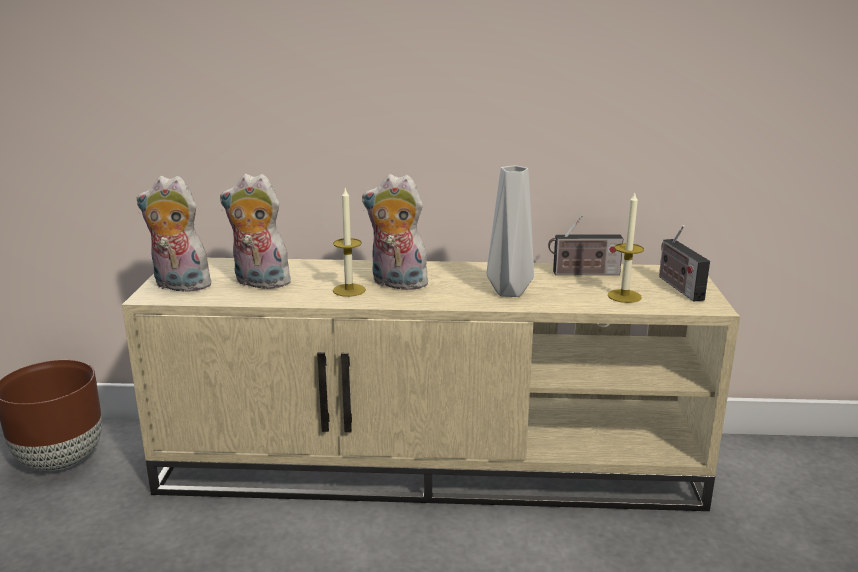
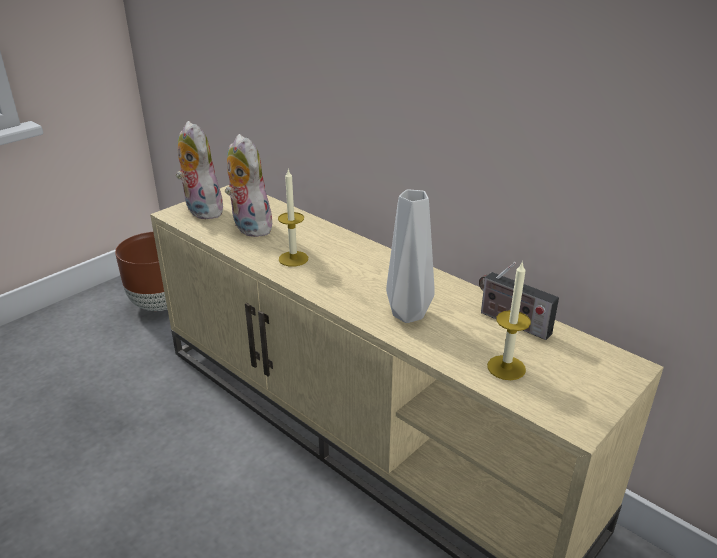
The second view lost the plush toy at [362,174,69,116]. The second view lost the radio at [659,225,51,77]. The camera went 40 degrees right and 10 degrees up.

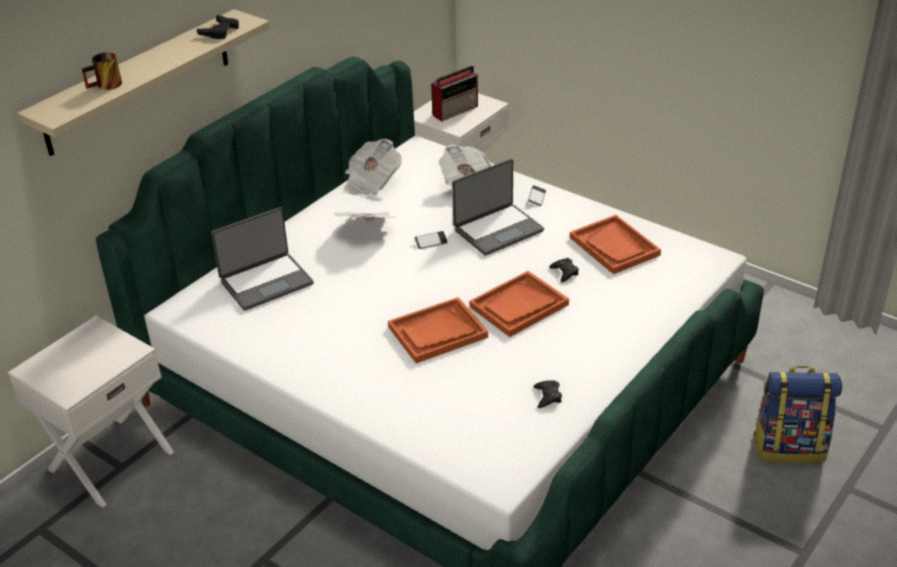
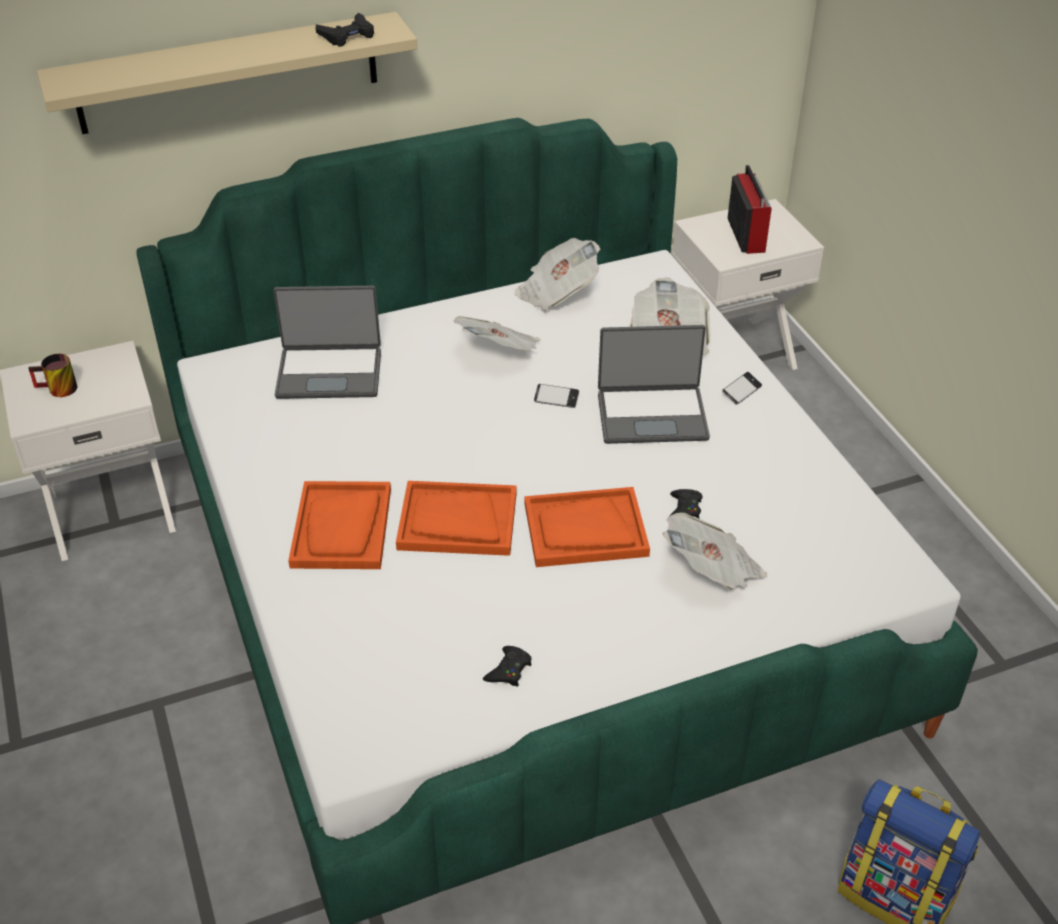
The mug ended up elsewhere, having gone from [82,52,40,38] to [28,354,49,43]. The radio at [431,66,47,55] ended up facing another way, 90 degrees counterclockwise from before. The orange tray ended up elsewhere, having gone from [570,215,91,59] to [288,481,103,88]. The second view gained the newspaper at [663,512,104,77]. The camera went 30 degrees right and 5 degrees up.

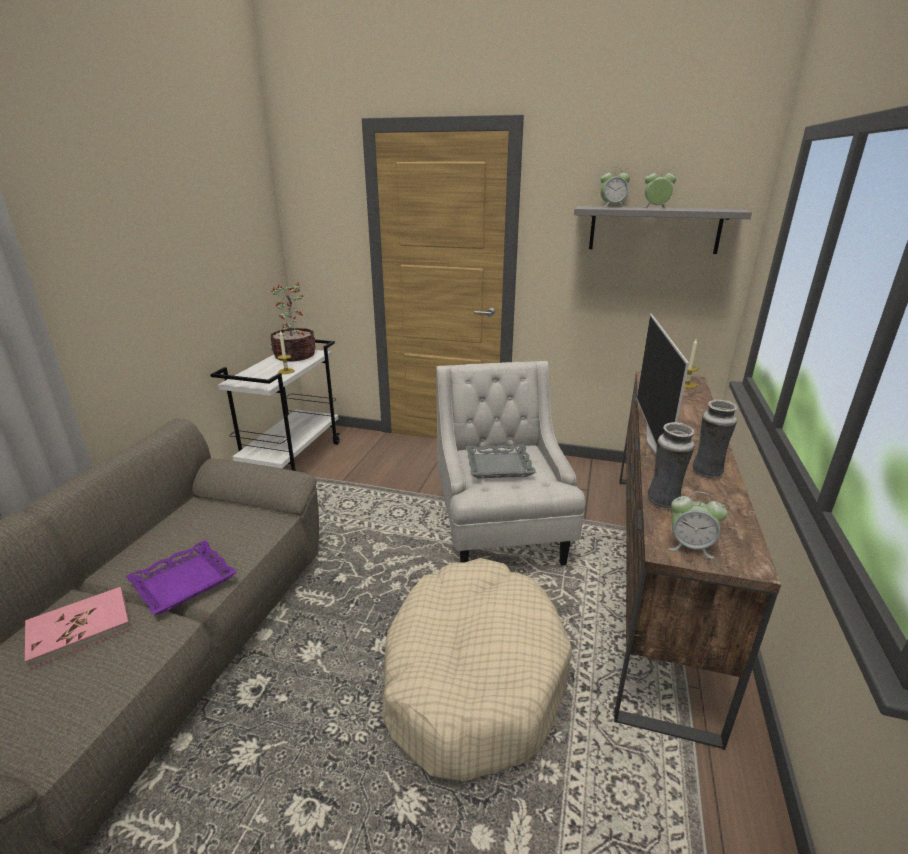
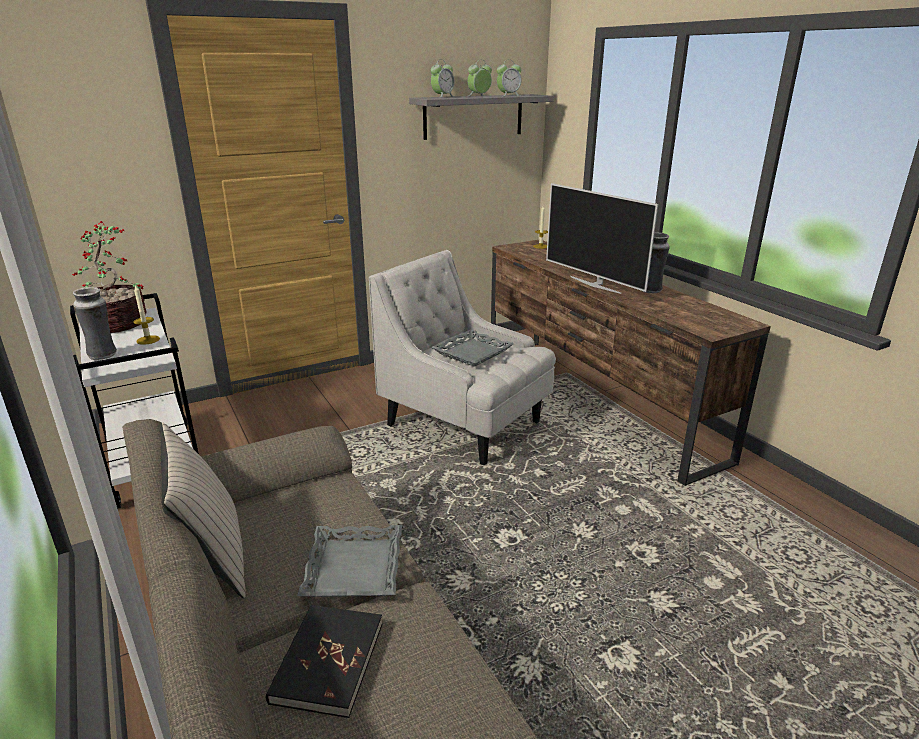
What was the pink book at [25,587,106,82] turned into the black book at [266,605,117,113]. What was the purple tray at [126,540,111,75] turned into the grey tray at [297,525,105,72]. The second view lost the beige dog bed at [382,558,190,224]. The vase ended up elsewhere, having gone from [648,422,47,86] to [73,287,44,73]. The alarm clock ended up elsewhere, having gone from [668,492,60,67] to [497,60,24,36]. The second view gained the beige pillow at [160,422,86,176]. The camera went 45 degrees left and 0 degrees up.

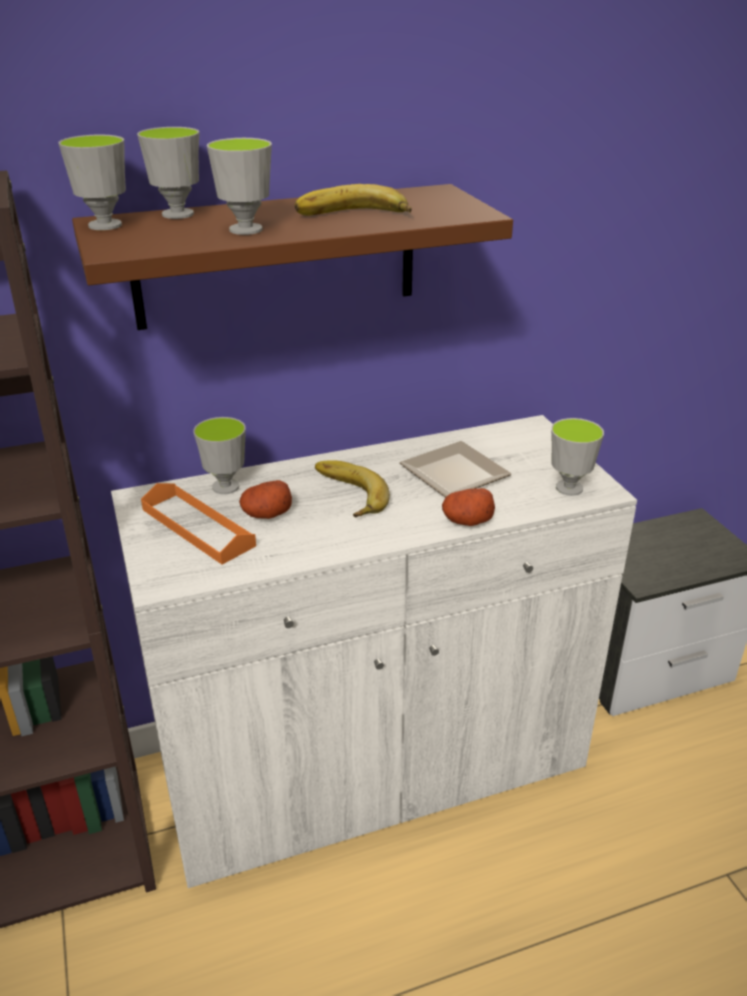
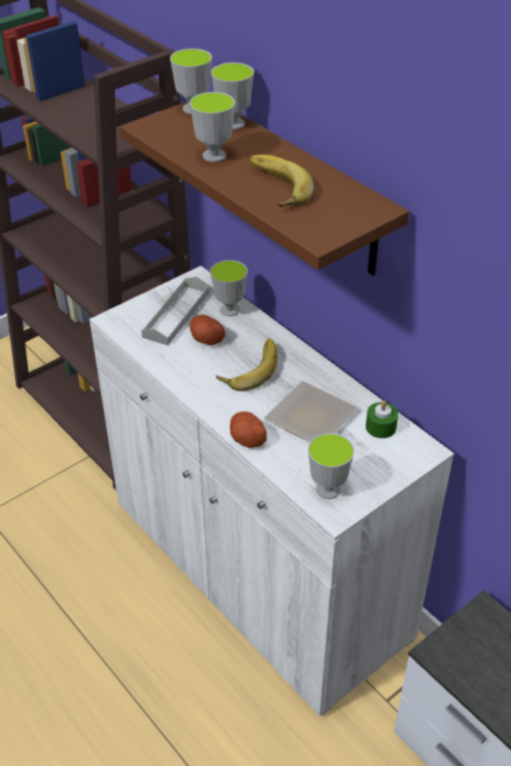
What was the orange tray at [141,483,115,82] turned into the grey tray at [141,277,69,68]. The second view gained the green candle at [366,400,32,38]. The camera went 70 degrees right and 10 degrees up.

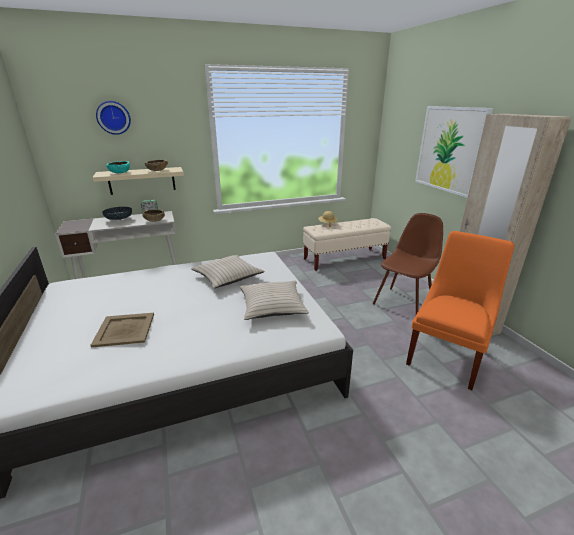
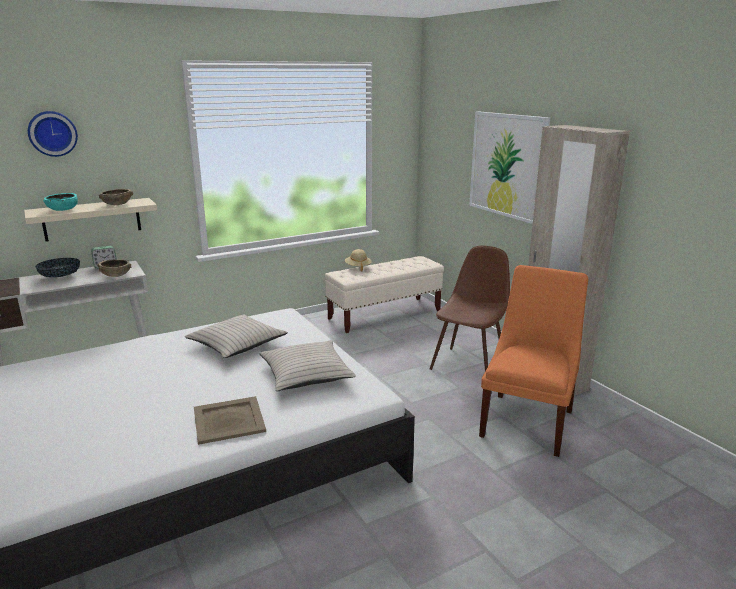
The beige tray ended up elsewhere, having gone from [90,313,64,34] to [194,396,72,49]. The camera went 10 degrees left and 5 degrees down.

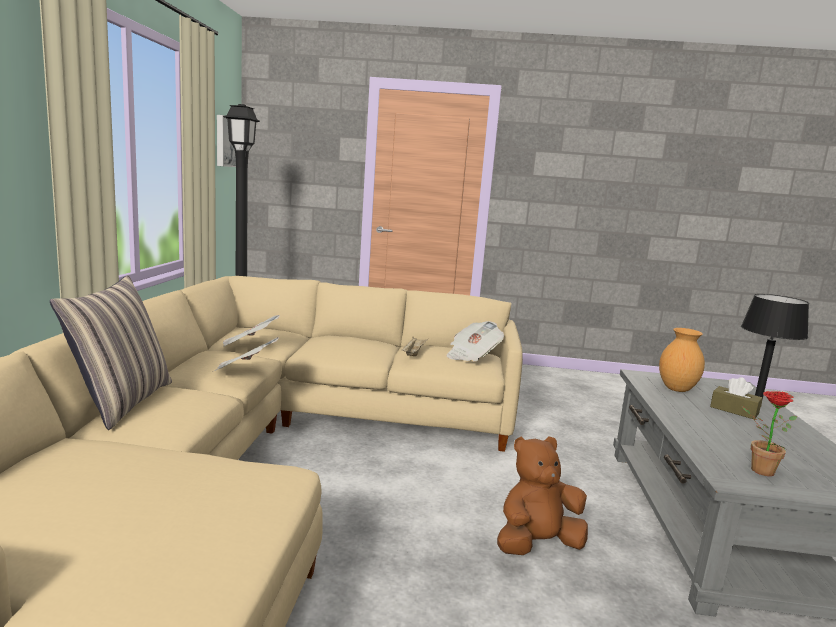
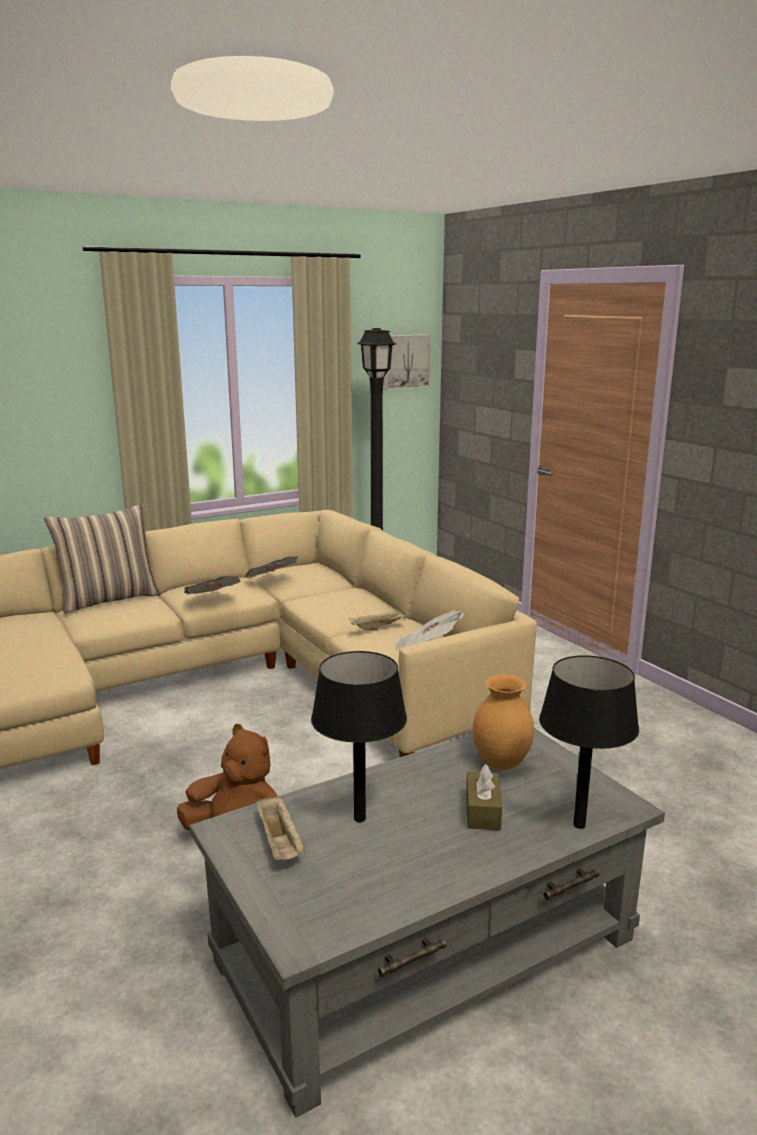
Where the potted plant stood at [742,391,55,85], the beige tray came to stand at [256,796,49,64]. The second view gained the black table lamp at [311,651,96,171]. The camera went 55 degrees right and 5 degrees up.

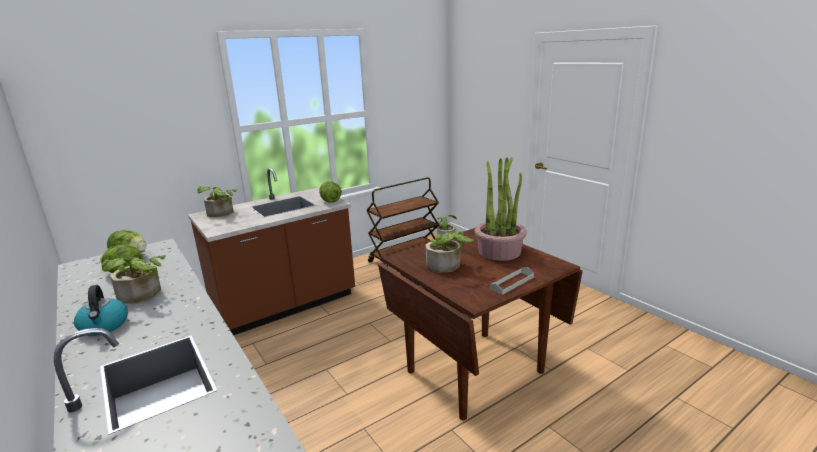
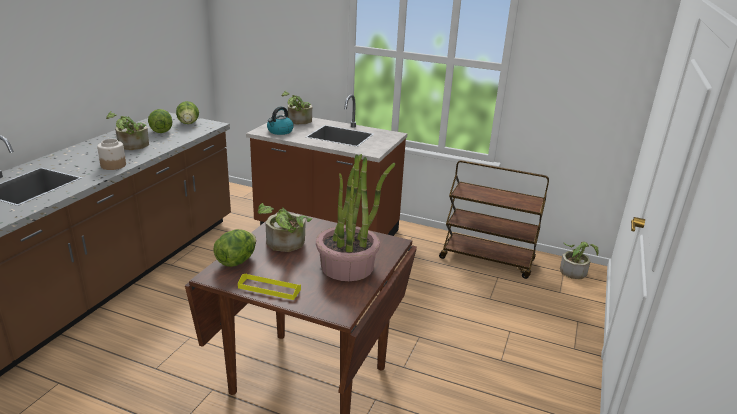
The kettle ended up elsewhere, having gone from [74,285,54,51] to [267,107,27,28]. The lettuce ended up elsewhere, having gone from [319,181,23,22] to [214,229,42,38]. What was the grey tray at [489,267,45,28] turned into the yellow tray at [238,273,63,27]. The second view gained the jar at [97,139,29,31]. The camera went 55 degrees right and 5 degrees up.

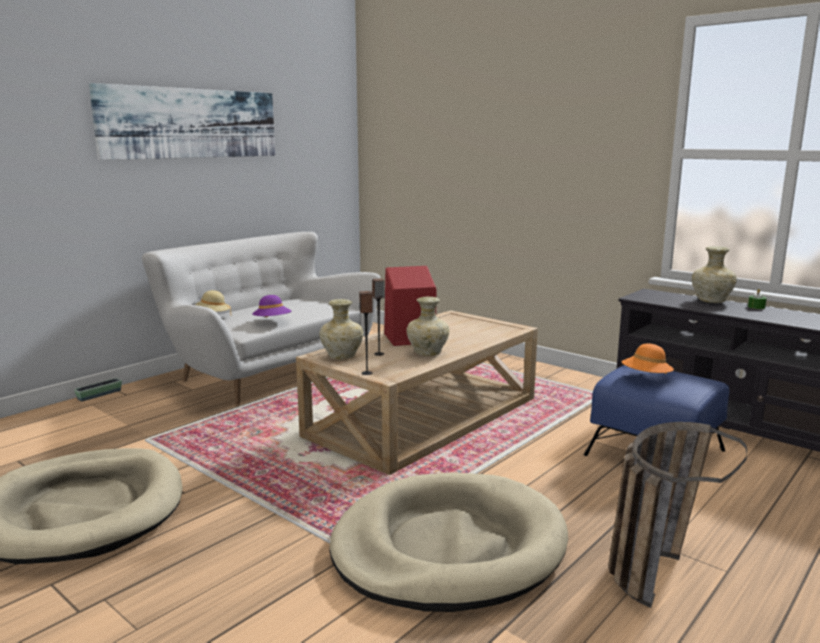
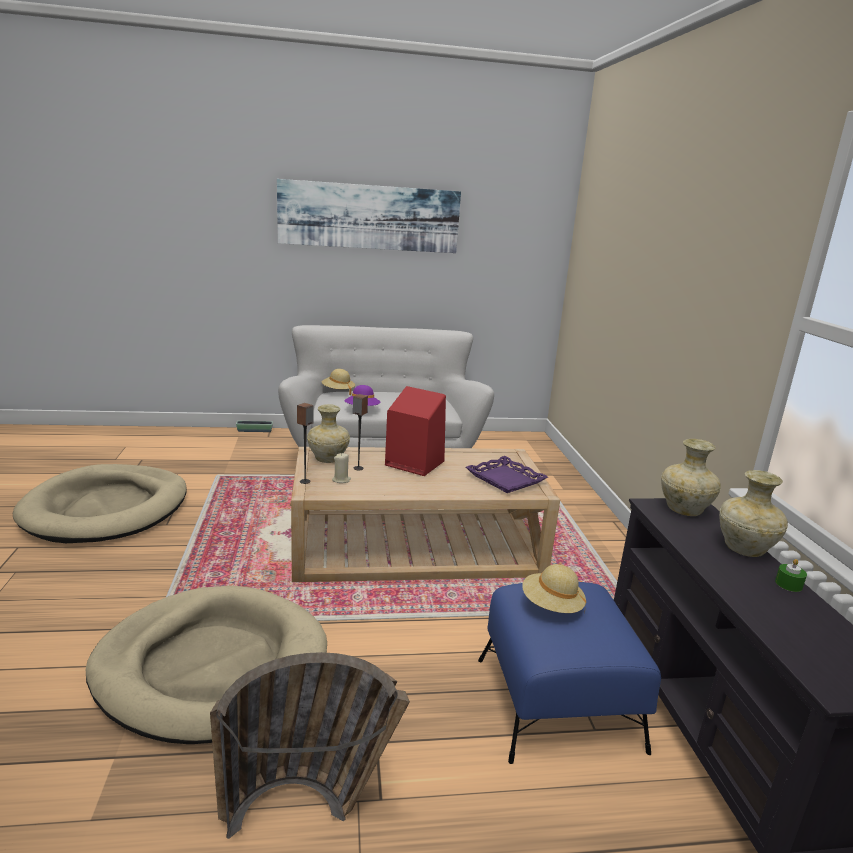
The beige vase ended up elsewhere, having gone from [406,296,44,60] to [661,439,60,77]. What was the orange hat at [622,344,52,30] turned into the beige hat at [522,564,64,50]. The second view gained the beige candle at [332,453,19,30]. The second view gained the purple tray at [466,456,82,37]. The camera went 40 degrees right and 5 degrees up.

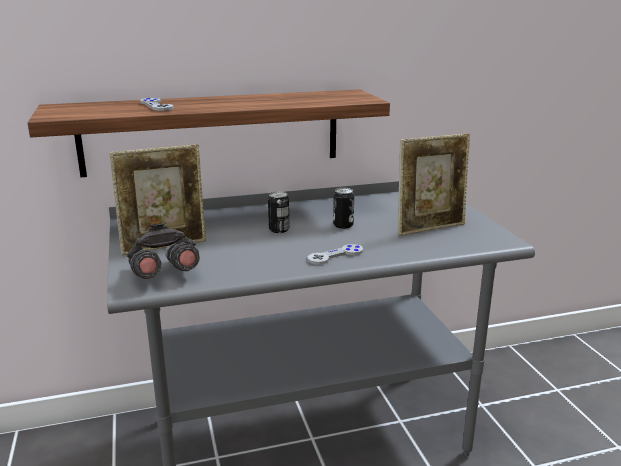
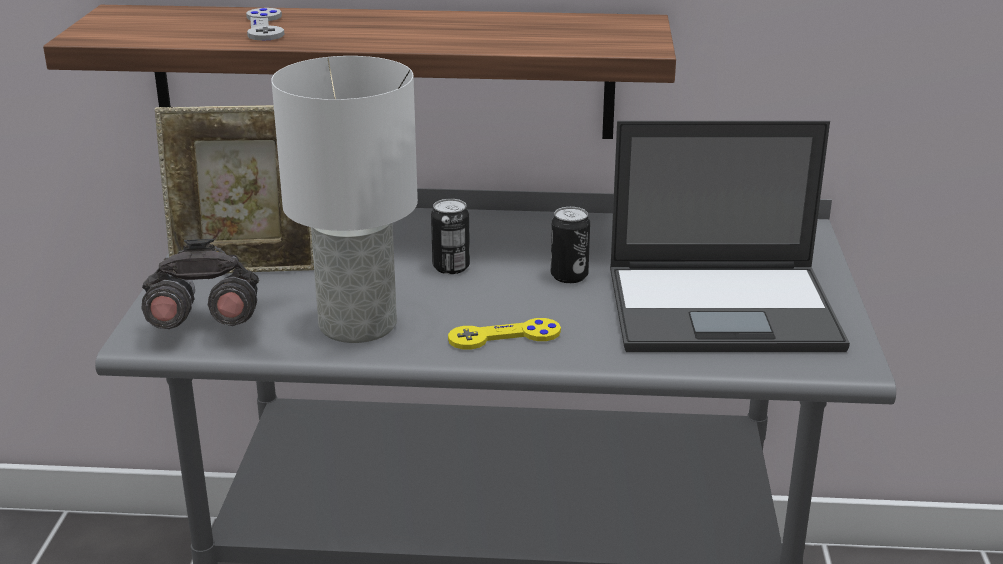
What was the grey game controller at [307,244,56,21] turned into the yellow game controller at [448,318,113,31]. Where the picture frame stood at [398,134,72,102], the laptop came to stand at [610,121,240,231]. The second view gained the white table lamp at [271,56,147,287]. The camera went 20 degrees right and 5 degrees up.

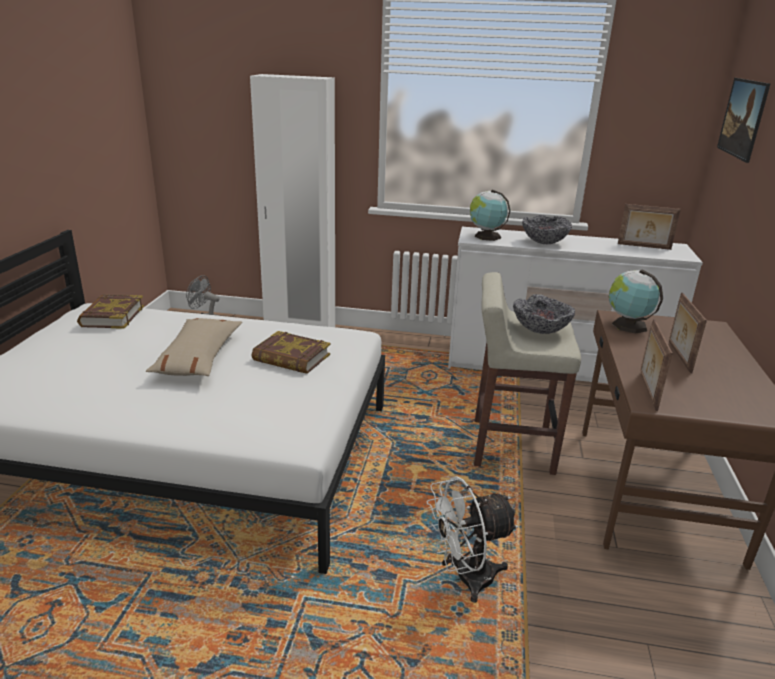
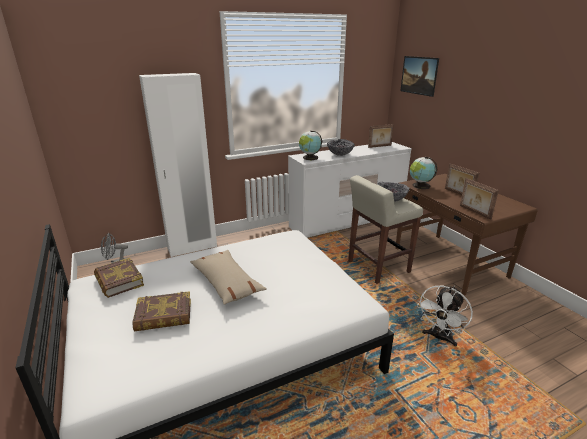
The book ended up elsewhere, having gone from [252,331,79,43] to [132,291,59,40]. The camera went 35 degrees left and 0 degrees up.

